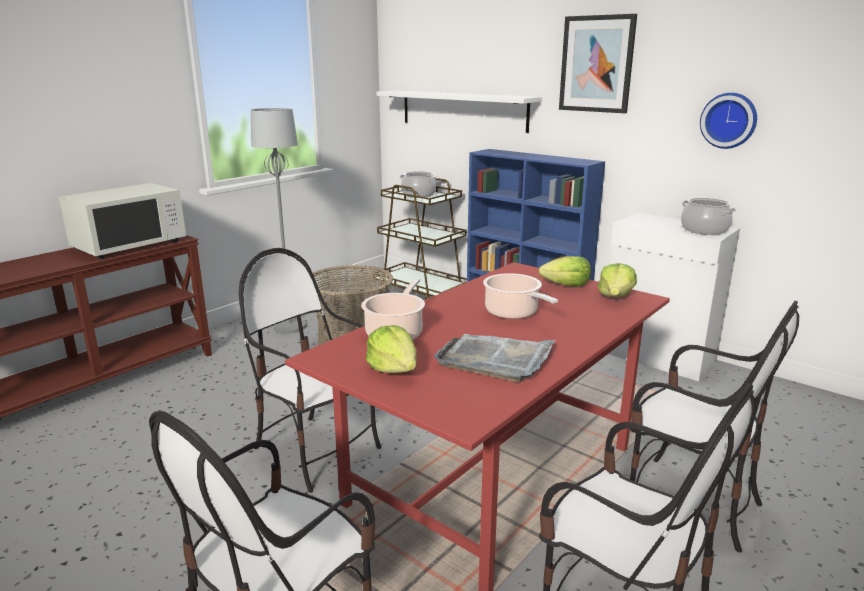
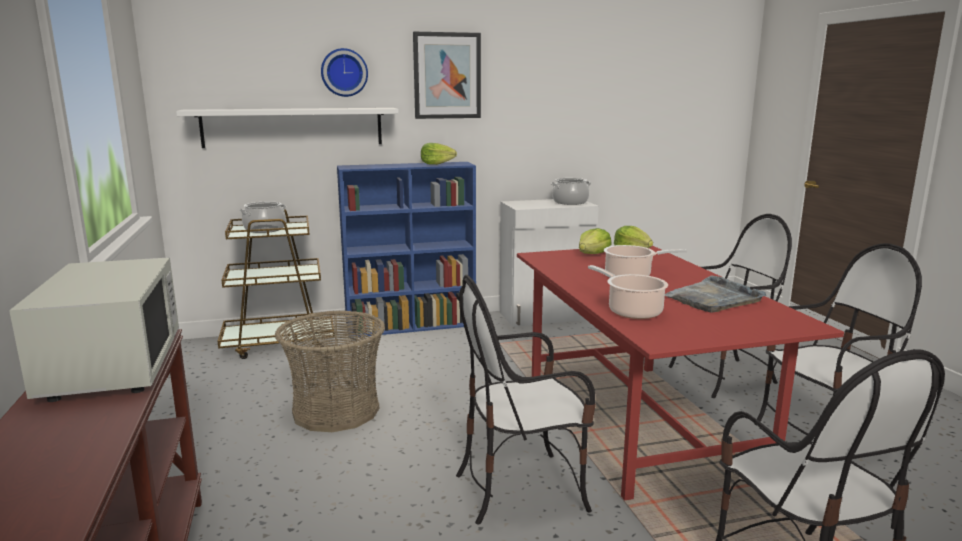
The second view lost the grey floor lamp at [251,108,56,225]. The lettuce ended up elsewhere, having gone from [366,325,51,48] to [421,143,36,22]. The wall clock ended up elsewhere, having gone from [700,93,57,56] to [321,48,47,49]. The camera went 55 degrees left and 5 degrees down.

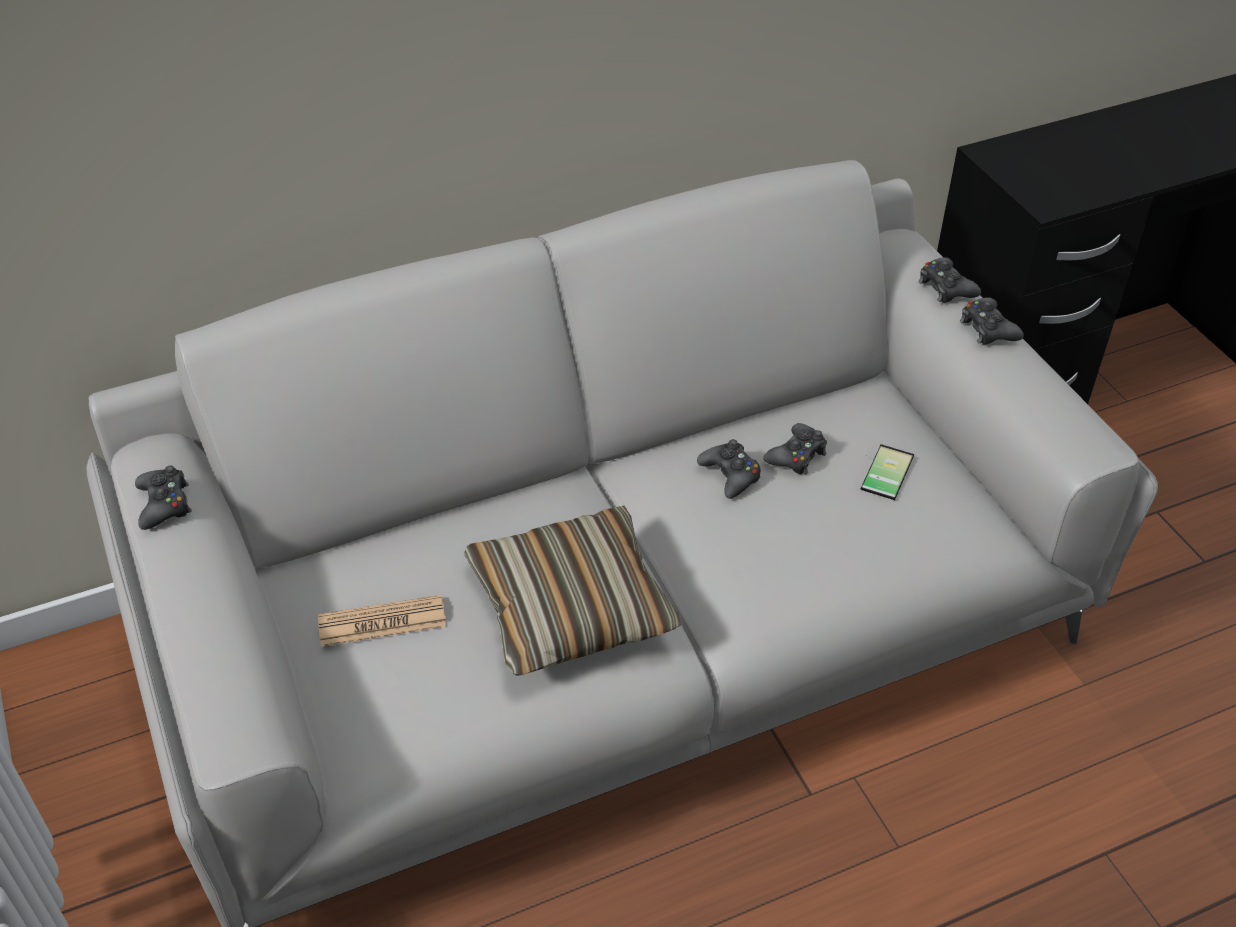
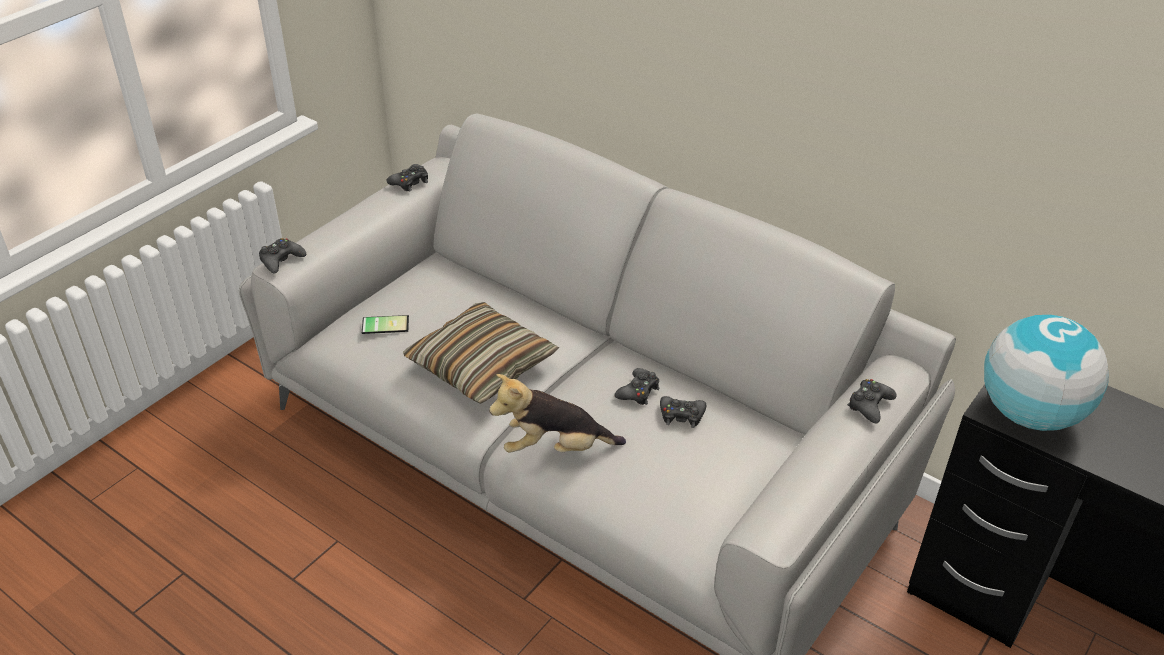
The second view lost the newspaper at [318,595,128,52]. The phone ended up elsewhere, having gone from [860,444,54,56] to [362,315,47,19]. The black game controller ended up elsewhere, having gone from [960,297,64,47] to [259,238,47,36]. The second view gained the plush toy at [489,374,137,79]. The second view gained the globe at [984,315,125,116]. The camera went 60 degrees right and 5 degrees down.

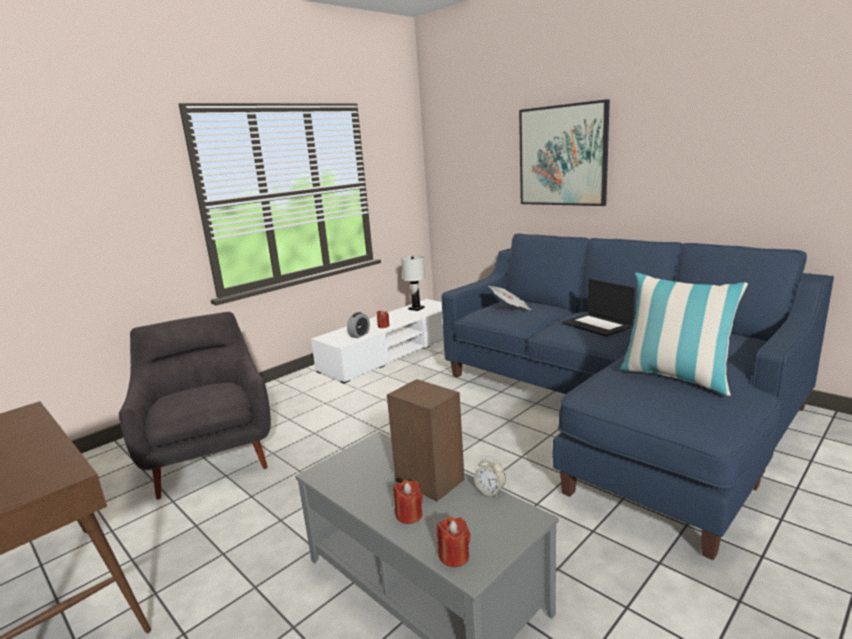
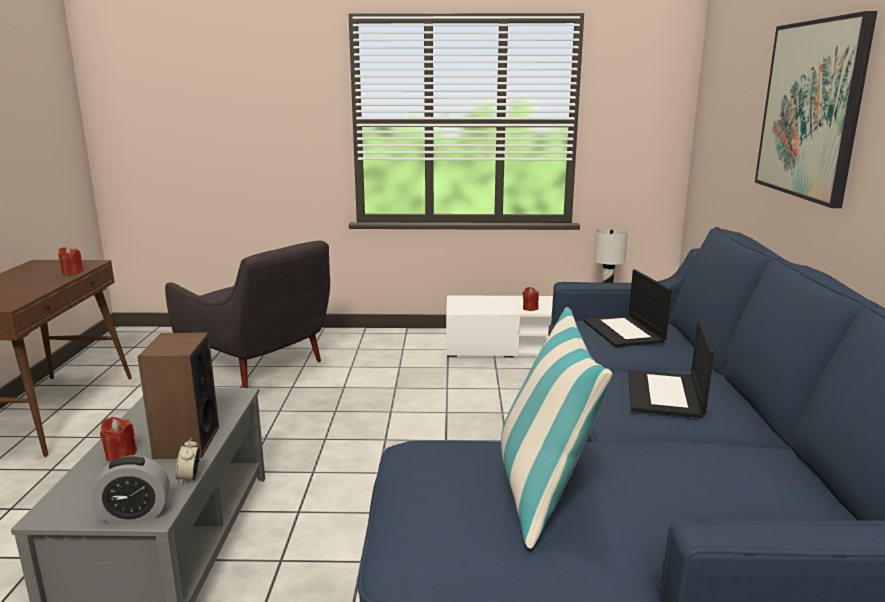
The grey armchair at [119,312,152,188] ended up facing another way, 105 degrees clockwise from before. The alarm clock ended up elsewhere, having gone from [347,312,23,26] to [91,456,79,68]. The red candle ended up elsewhere, having gone from [437,517,34,50] to [58,246,26,29]. Where the newspaper stood at [488,286,43,24], the laptop came to stand at [584,270,88,77]. The camera went 45 degrees right and 0 degrees up.

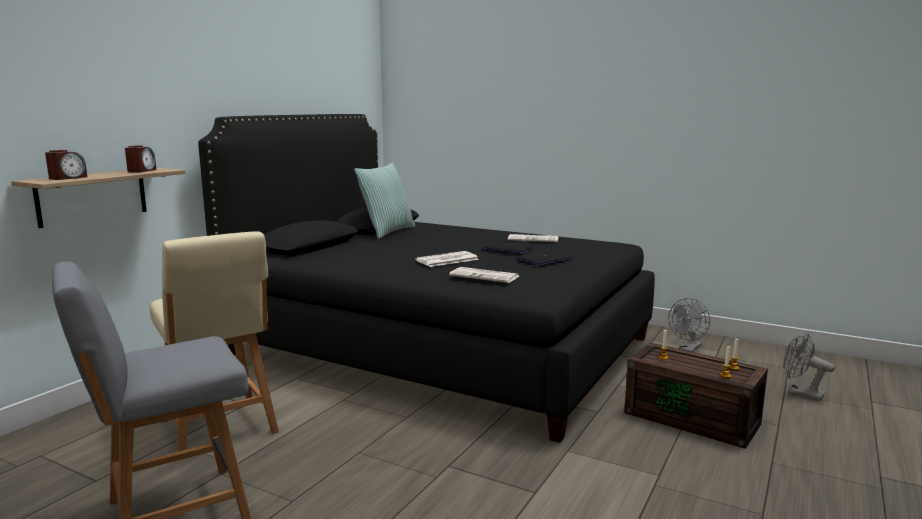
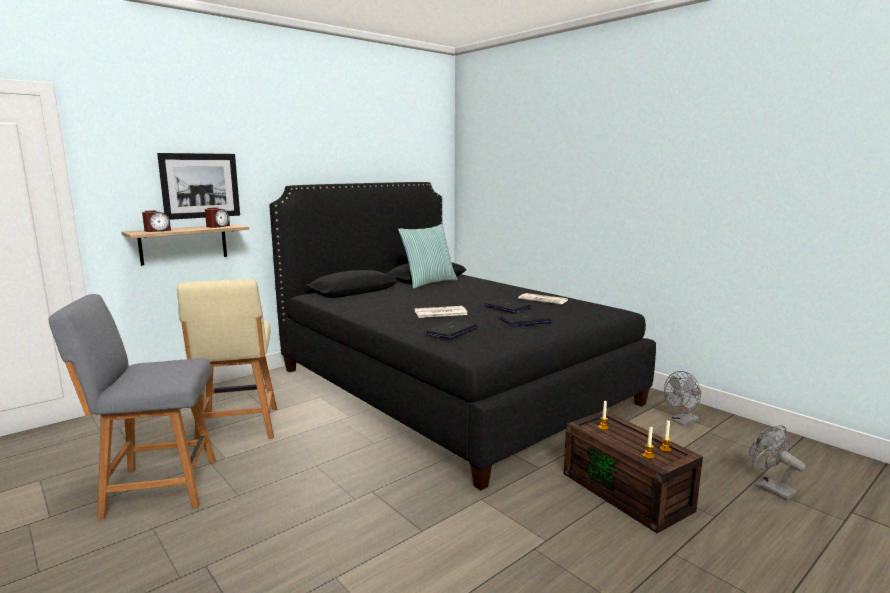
Where the newspaper stood at [449,267,70,16], the laptop came to stand at [424,321,53,18]. The second view gained the picture at [157,153,83,67]. The camera went 20 degrees right and 0 degrees up.

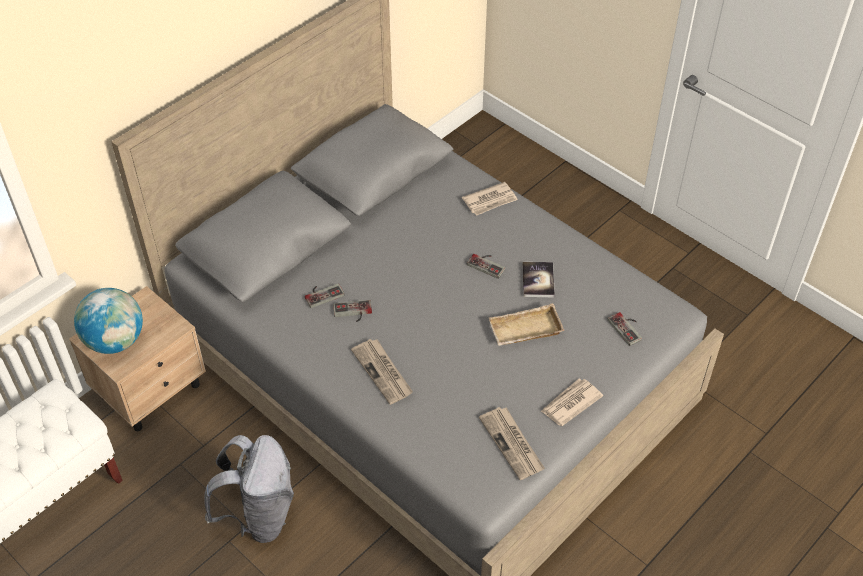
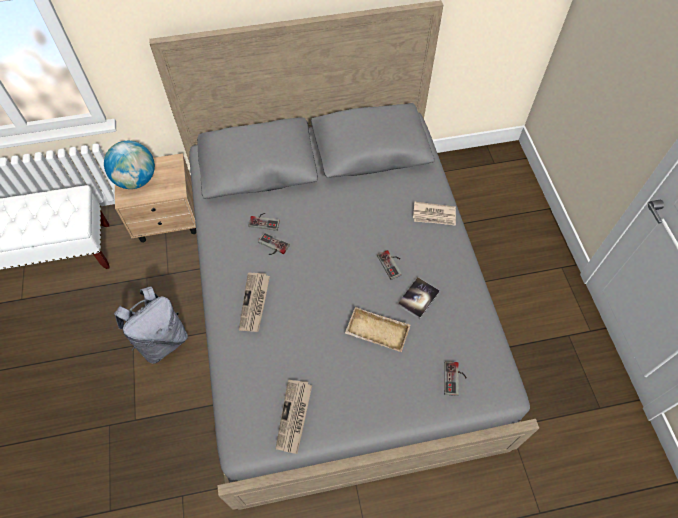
The second view lost the newspaper at [541,378,62,48]. The camera went 35 degrees right and 10 degrees up.

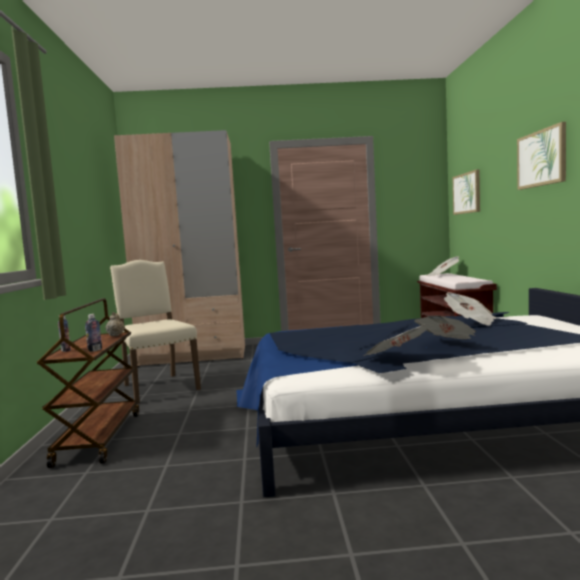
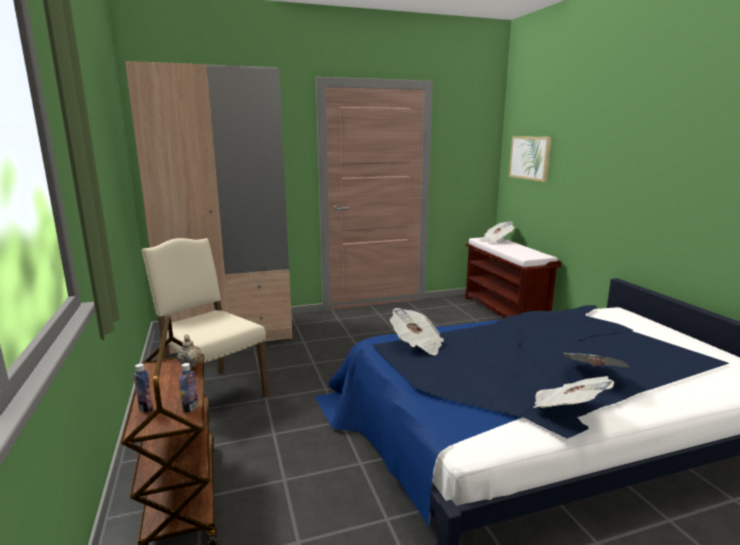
The newspaper ended up elsewhere, having gone from [444,292,52,34] to [390,308,54,47]. The second view lost the picture at [517,122,49,68]. The camera went 15 degrees left and 10 degrees up.

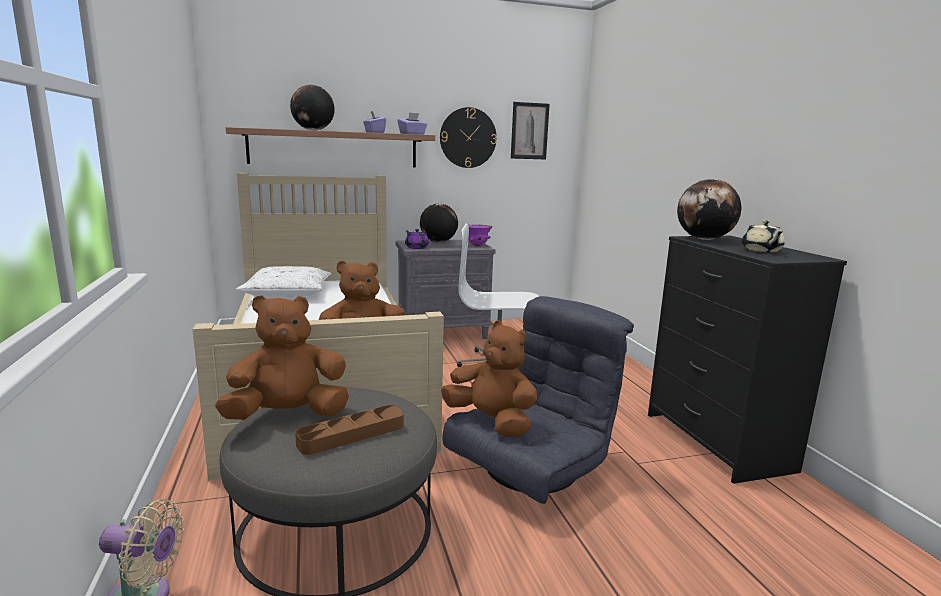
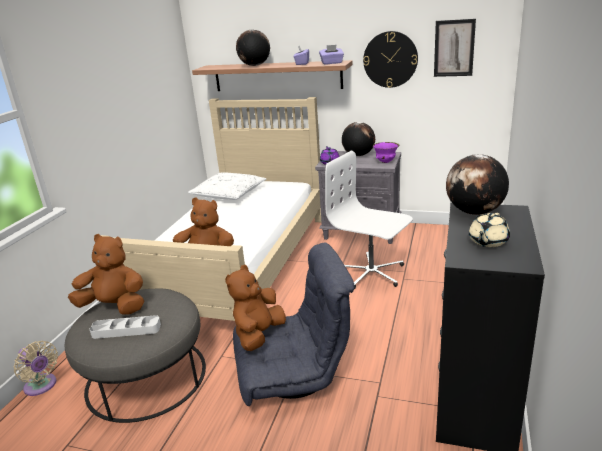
What was the brown tray at [295,405,109,50] turned into the grey tray at [89,315,72,24]. The brown plush toy at [441,321,96,116] ended up facing another way, 135 degrees counterclockwise from before. The camera went 35 degrees right and 10 degrees up.

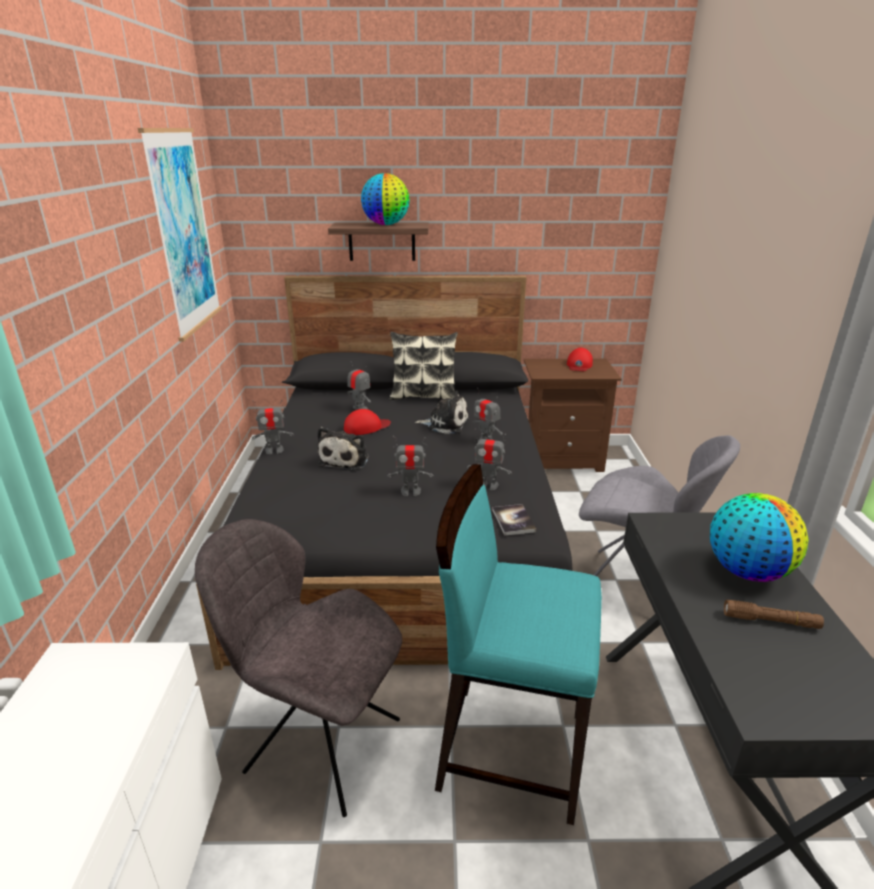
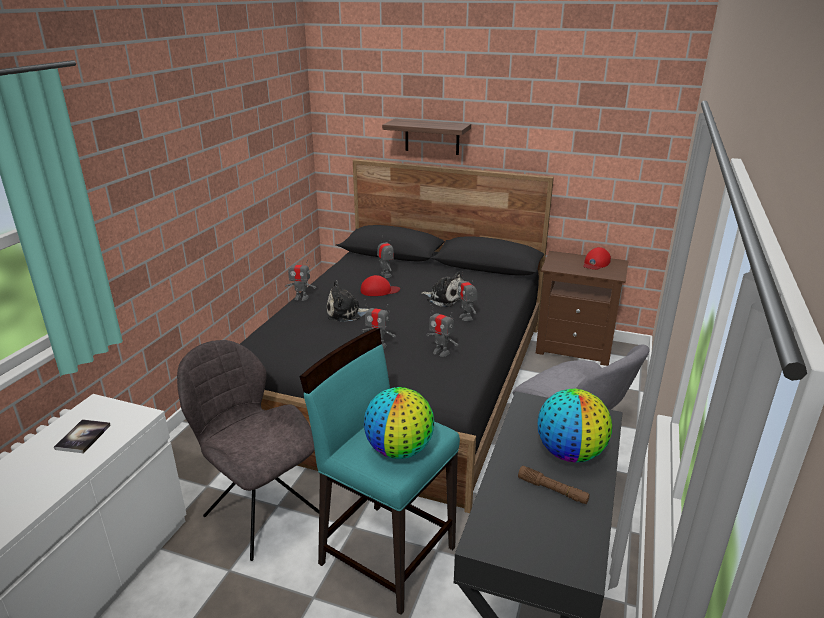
The second view lost the picture at [138,128,84,213]. The plush toy at [317,427,52,44] ended up facing another way, 45 degrees clockwise from before. The globe ended up elsewhere, having gone from [361,173,49,52] to [364,387,70,72]. The second view lost the pillow at [390,332,68,68]. The book ended up elsewhere, having gone from [492,504,44,32] to [54,419,57,34]. The camera went 20 degrees right and 0 degrees up.

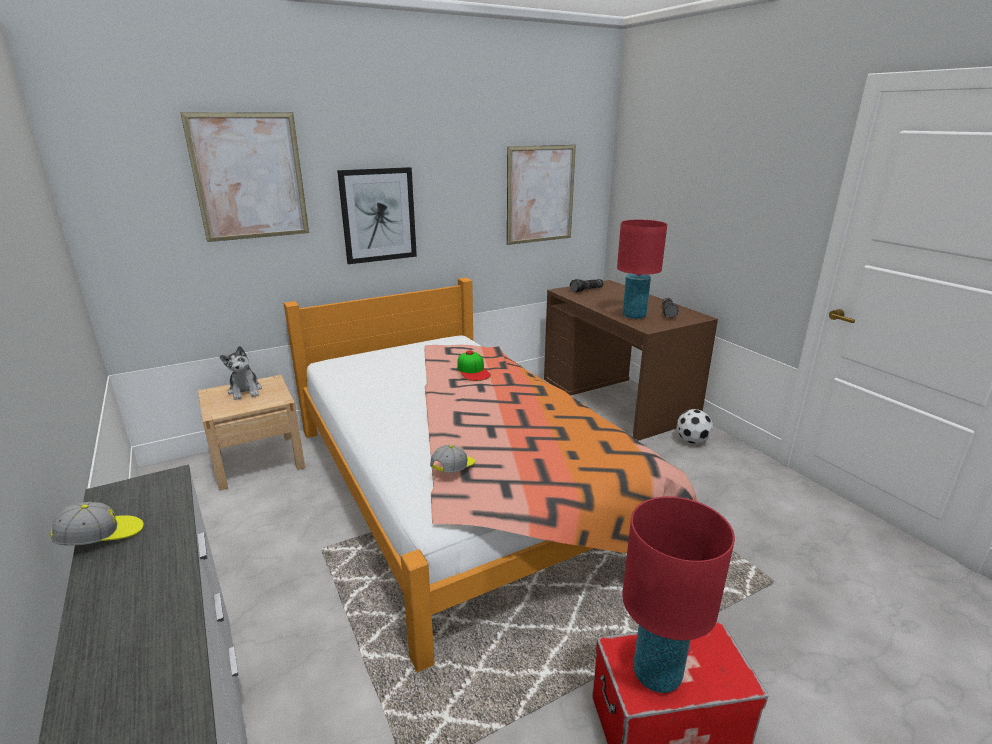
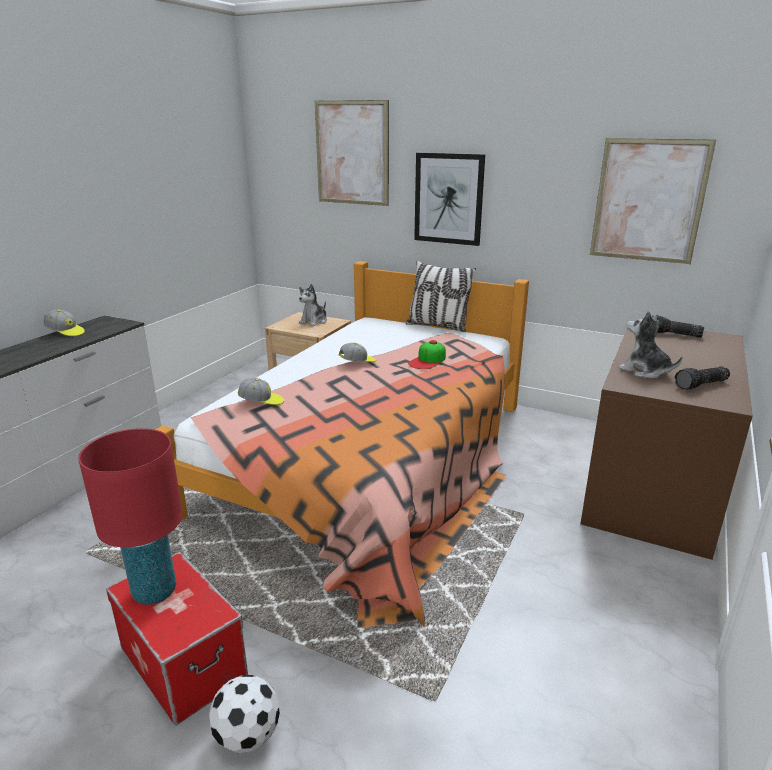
Where the red table lamp stood at [617,220,50,99], the plush toy came to stand at [618,311,65,68]. The football ended up elsewhere, having gone from [677,409,36,35] to [209,675,71,78]. The second view gained the cap at [339,343,37,19]. The second view gained the pillow at [406,261,70,71]. The camera went 55 degrees right and 0 degrees up.

